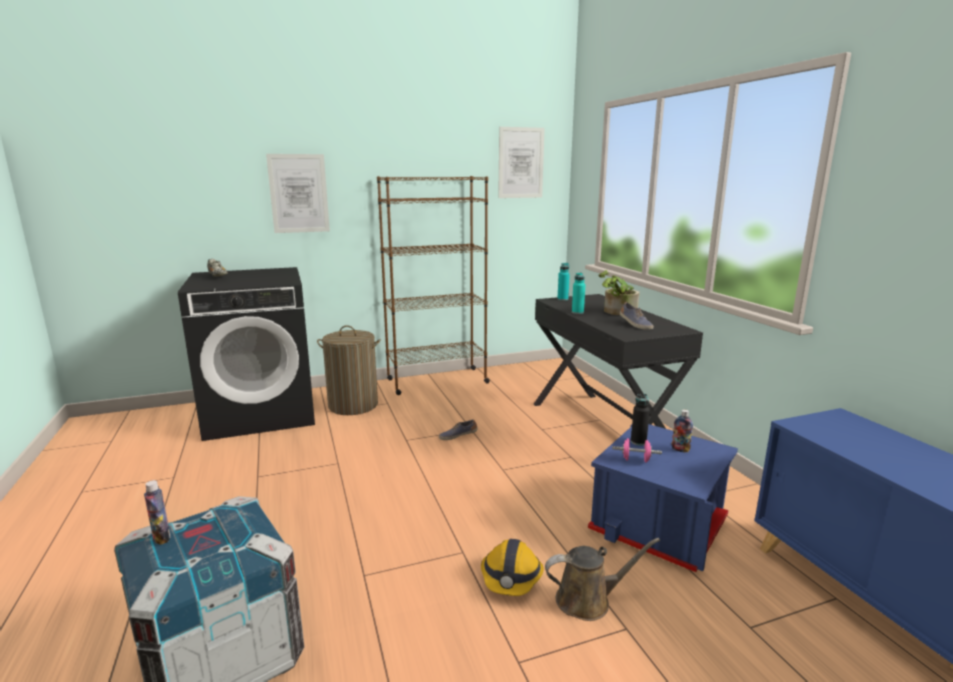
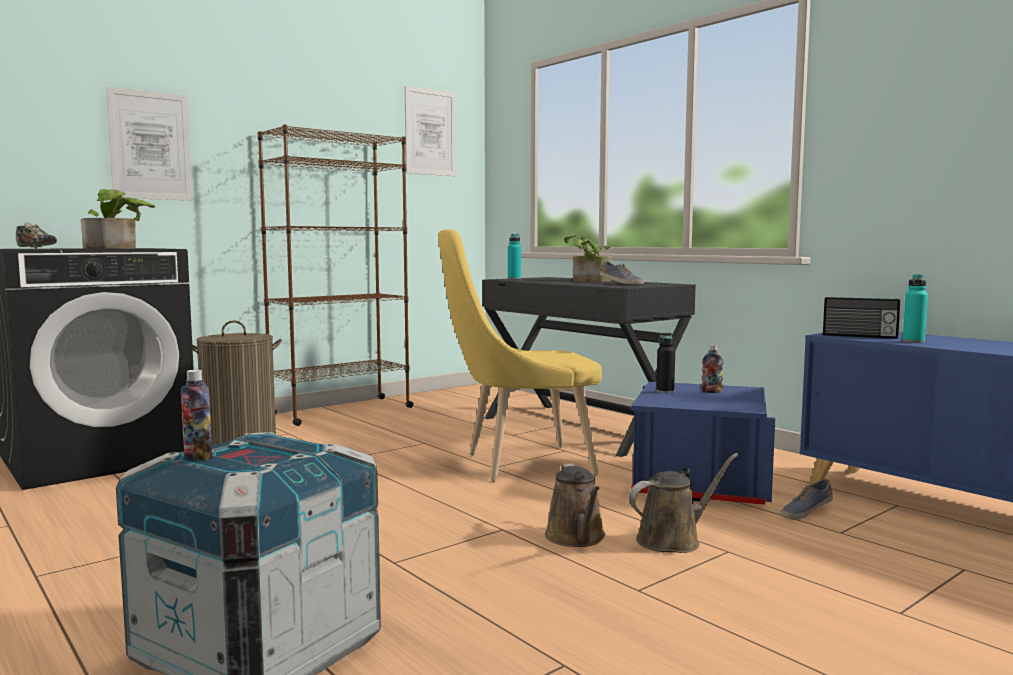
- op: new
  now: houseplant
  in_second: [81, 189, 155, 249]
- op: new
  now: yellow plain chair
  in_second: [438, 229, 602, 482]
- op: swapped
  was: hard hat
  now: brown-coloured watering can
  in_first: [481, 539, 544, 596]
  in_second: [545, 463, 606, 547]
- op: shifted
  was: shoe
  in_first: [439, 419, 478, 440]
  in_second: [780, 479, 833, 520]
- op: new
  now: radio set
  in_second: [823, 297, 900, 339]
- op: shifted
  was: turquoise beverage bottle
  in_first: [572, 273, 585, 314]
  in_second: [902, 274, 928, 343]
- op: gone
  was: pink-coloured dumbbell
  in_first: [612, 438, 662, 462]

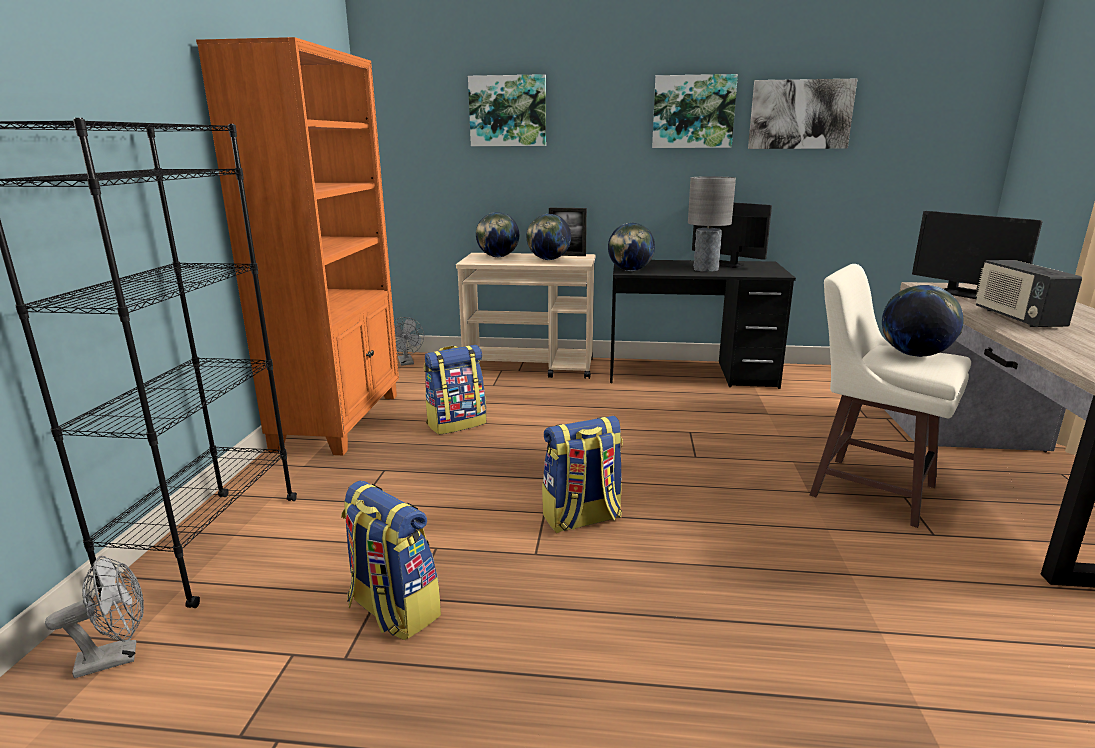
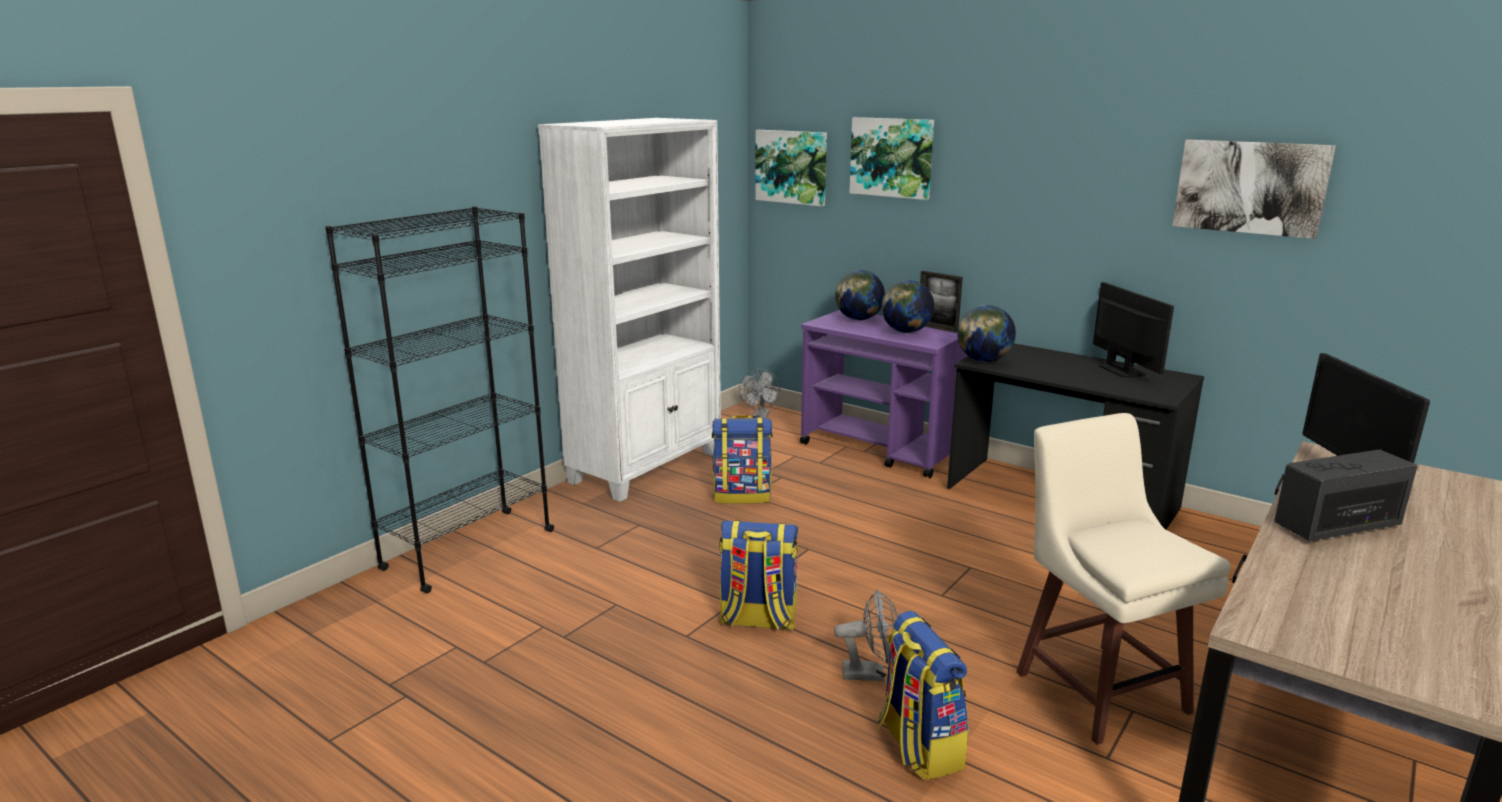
- op: repainted
  was: orange shelving unit
  now: white-coloured shelving unit
  in_first: [196, 37, 399, 455]
  in_second: [538, 118, 721, 502]
- op: shifted
  was: picture
  in_first: [652, 74, 738, 148]
  in_second: [755, 130, 827, 206]
- op: repainted
  was: beige-coloured cart
  now: purple-coloured cart
  in_first: [456, 253, 595, 379]
  in_second: [800, 310, 968, 478]
- op: shifted
  was: grey fan
  in_first: [45, 556, 144, 678]
  in_second: [834, 590, 898, 681]
- op: shifted
  was: backpack
  in_first: [341, 481, 441, 640]
  in_second: [878, 611, 968, 781]
- op: rotated
  was: radio set
  in_first: [976, 260, 1082, 327]
  in_second: [1274, 449, 1418, 541]
  clockwise: 45
- op: gone
  was: grey tabletop lamp
  in_first: [688, 176, 736, 272]
- op: gone
  was: desk globe
  in_first: [882, 285, 964, 357]

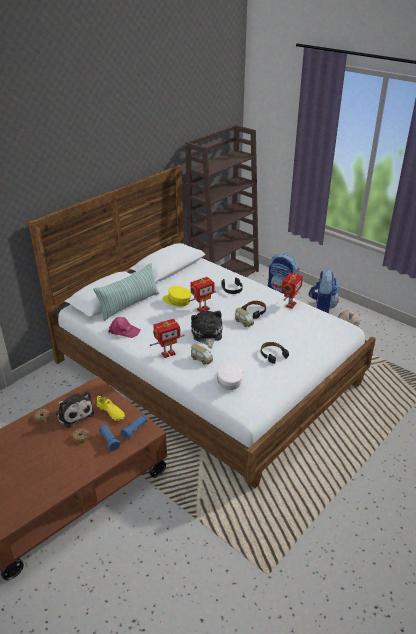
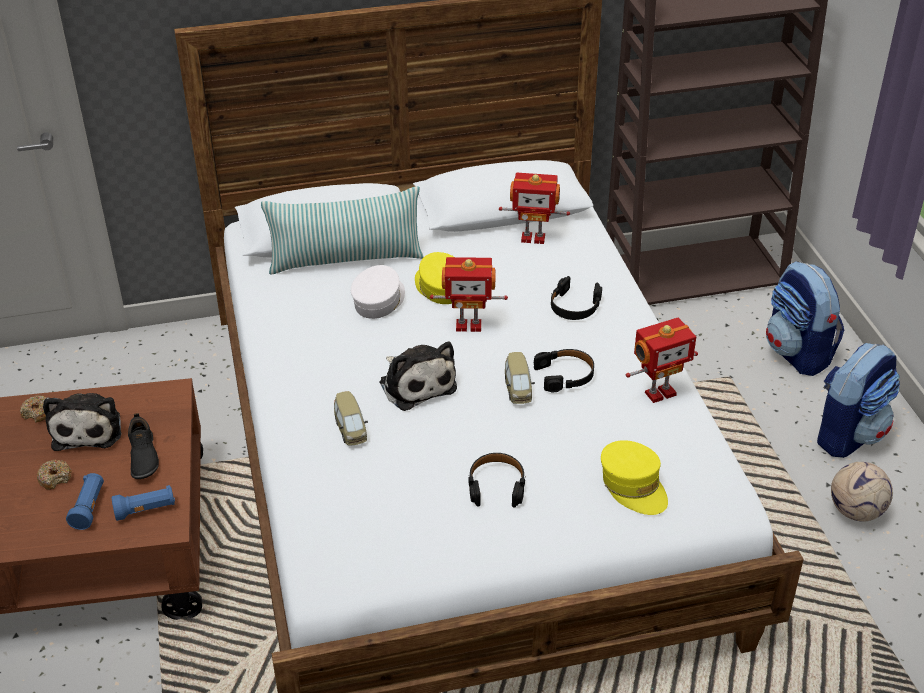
- op: repainted
  was: yellow shoe
  now: black shoe
  in_first: [97, 395, 125, 421]
  in_second: [128, 413, 159, 479]
- op: shifted
  was: white-coloured cap
  in_first: [217, 361, 243, 390]
  in_second: [351, 265, 405, 319]
- op: rotated
  was: cuddly toy
  in_first: [191, 310, 223, 349]
  in_second: [380, 341, 457, 411]
  clockwise: 120
- op: shifted
  was: toy robot
  in_first: [150, 319, 184, 358]
  in_second: [499, 173, 570, 244]
- op: new
  now: yellow cap
  in_second: [601, 440, 668, 515]
- op: gone
  was: pink-coloured cap
  in_first: [108, 317, 140, 338]

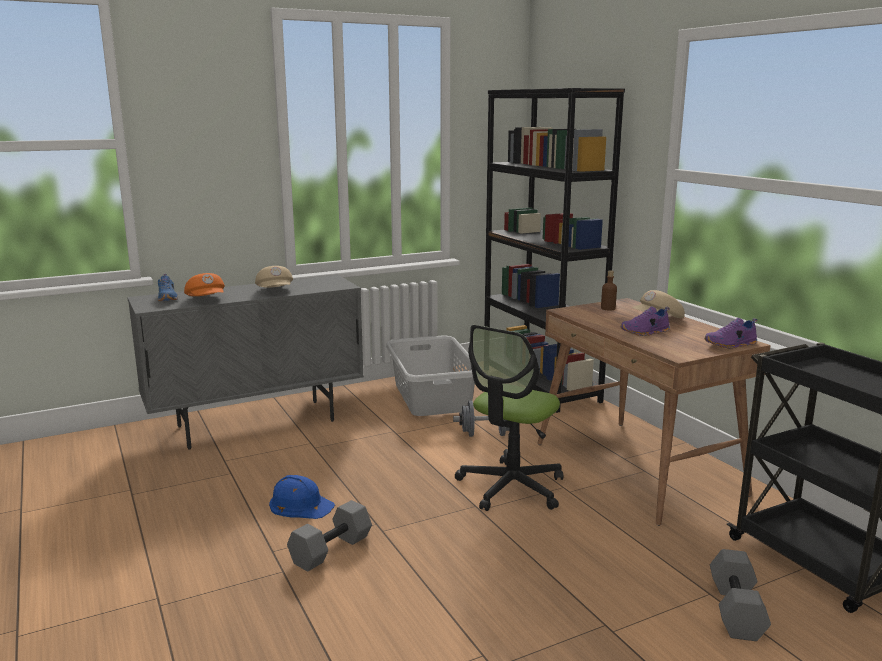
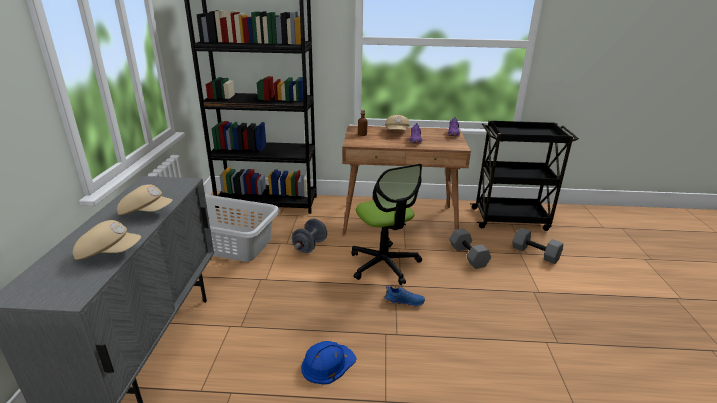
- op: repainted
  was: orange cap
  now: beige-coloured cap
  in_first: [184, 273, 225, 296]
  in_second: [73, 220, 141, 260]
- op: shifted
  was: blue-coloured shoe
  in_first: [158, 274, 178, 301]
  in_second: [384, 286, 425, 307]
- op: shifted
  was: grey dumbbell
  in_first: [287, 500, 372, 572]
  in_second: [449, 228, 491, 269]

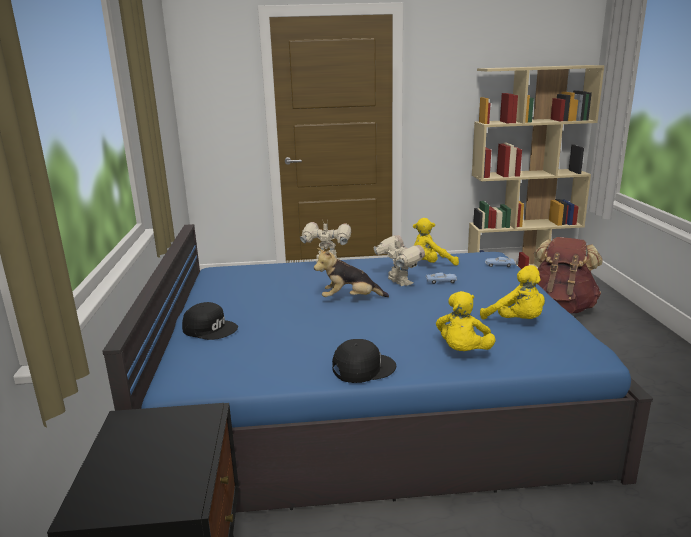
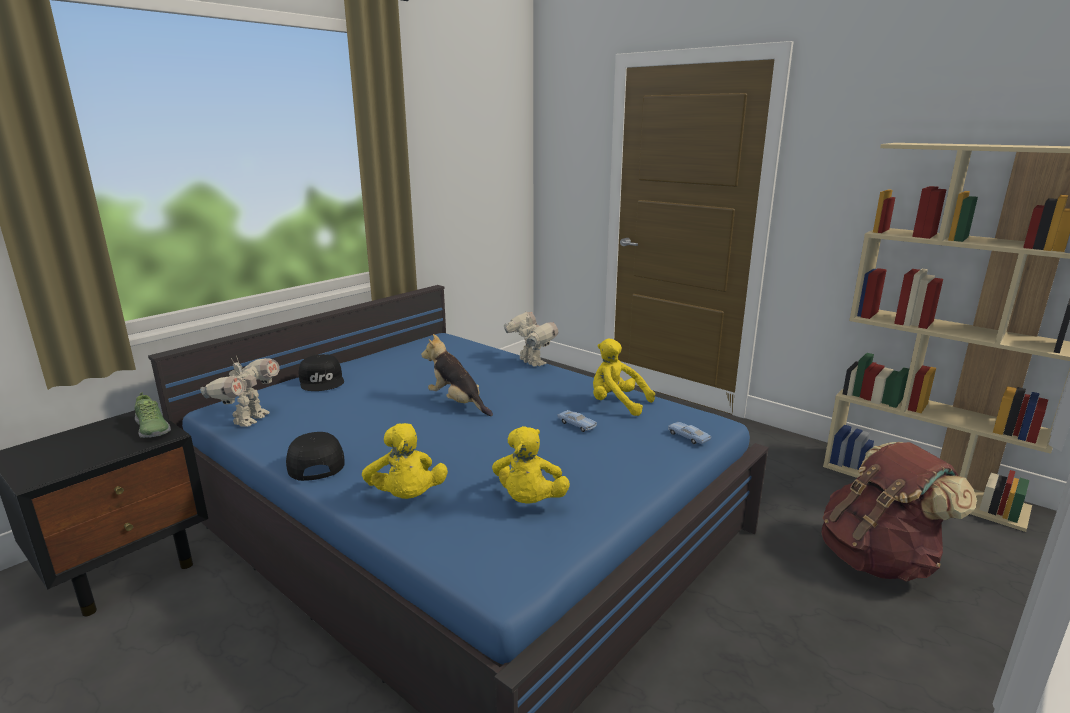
- op: new
  now: shoe
  in_second: [134, 392, 171, 438]
- op: shifted
  was: toy robot
  in_first: [374, 235, 425, 286]
  in_second: [200, 356, 280, 427]
- op: rotated
  was: black cap
  in_first: [332, 339, 396, 383]
  in_second: [286, 432, 345, 481]
  clockwise: -135
- op: rotated
  was: yellow cuddly toy
  in_first: [436, 291, 496, 351]
  in_second: [362, 423, 448, 499]
  clockwise: -90

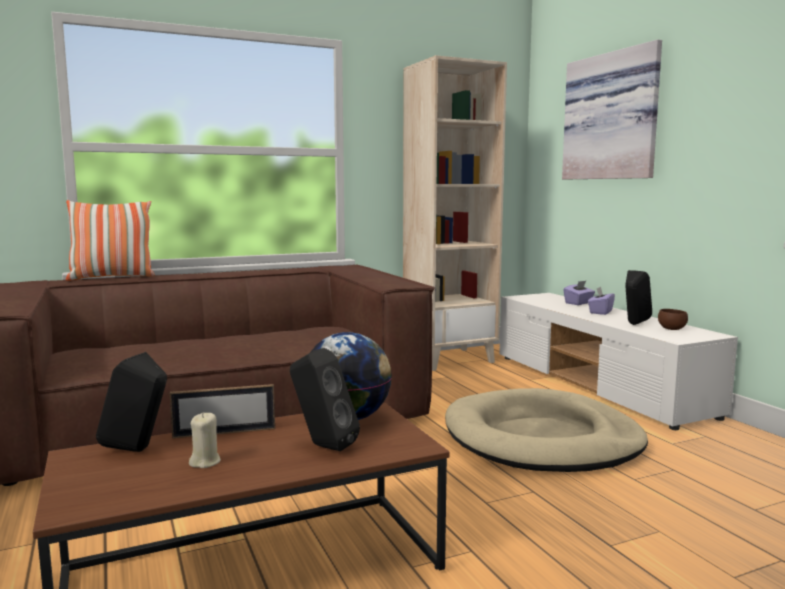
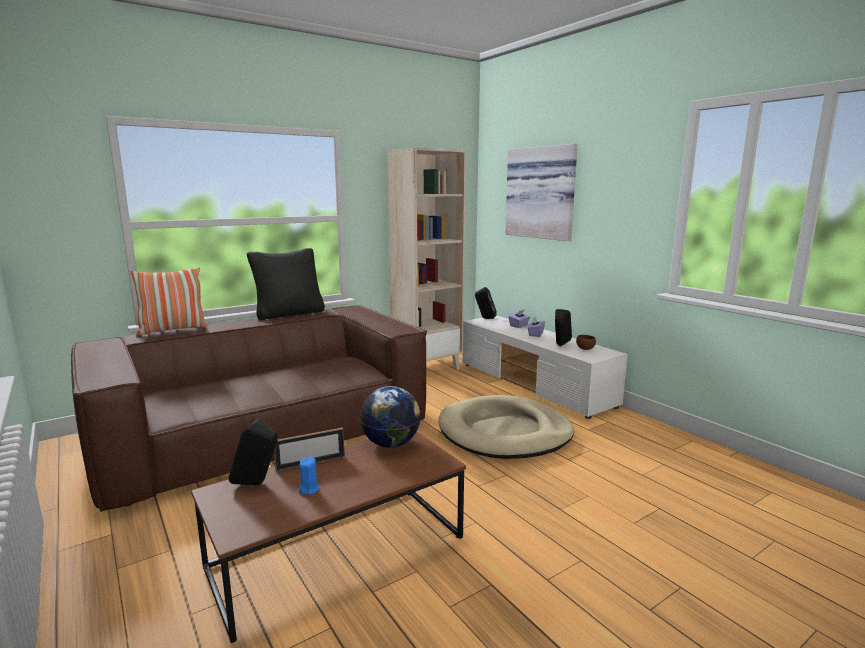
- op: new
  now: black throw pillow
  in_second: [247, 248, 325, 320]
- op: repainted
  was: beige-coloured wax light
  now: blue-coloured wax light
  in_first: [189, 413, 221, 468]
  in_second: [299, 457, 319, 495]
- op: shifted
  was: black speaker
  in_first: [290, 348, 360, 451]
  in_second: [475, 287, 497, 319]

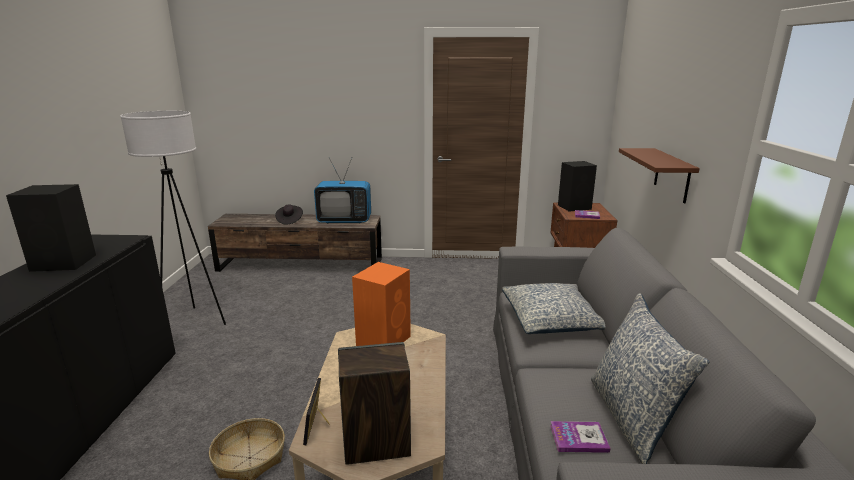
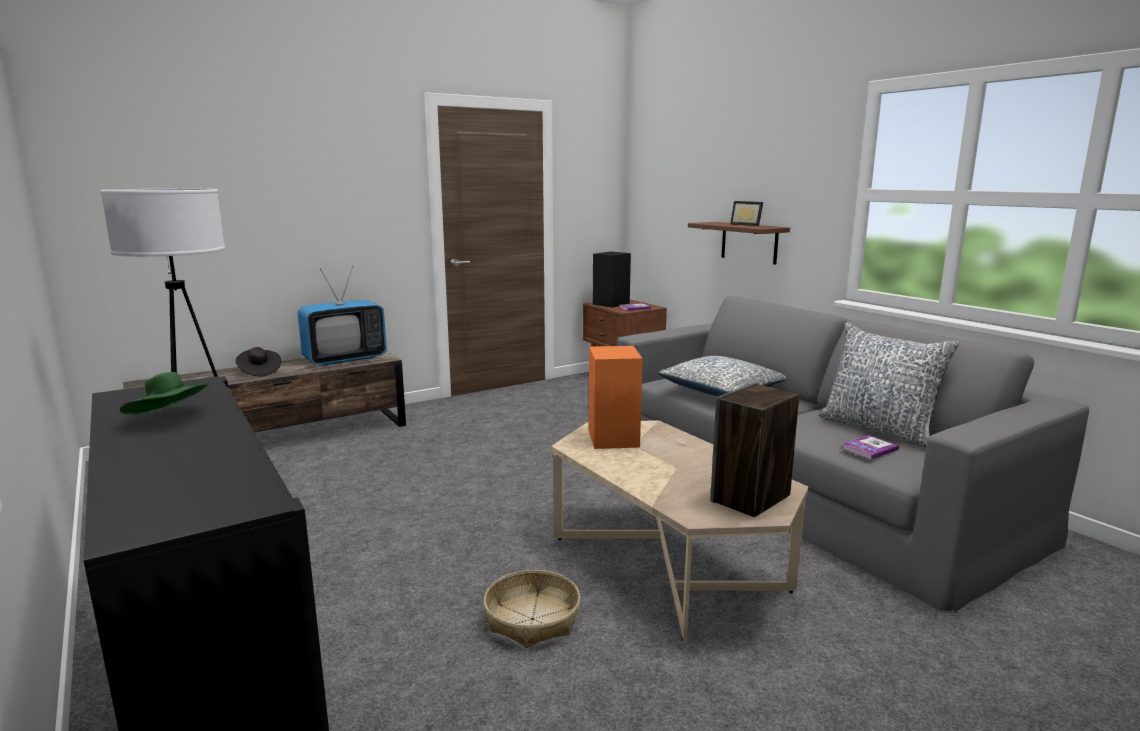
- op: swapped
  was: black speaker
  now: green-coloured wearable hat
  in_first: [6, 184, 96, 272]
  in_second: [120, 372, 209, 415]
- op: shifted
  was: standing frame
  in_first: [303, 378, 330, 445]
  in_second: [730, 201, 763, 226]

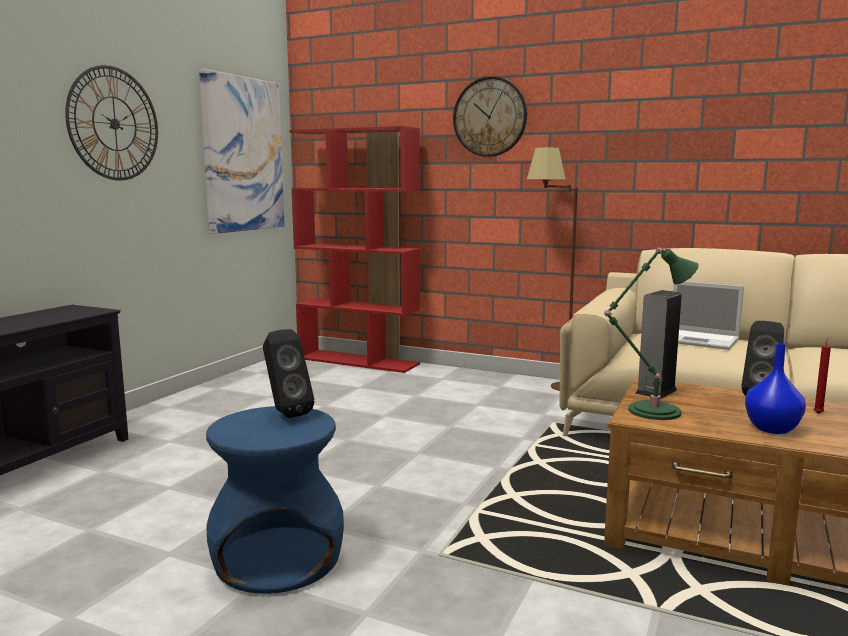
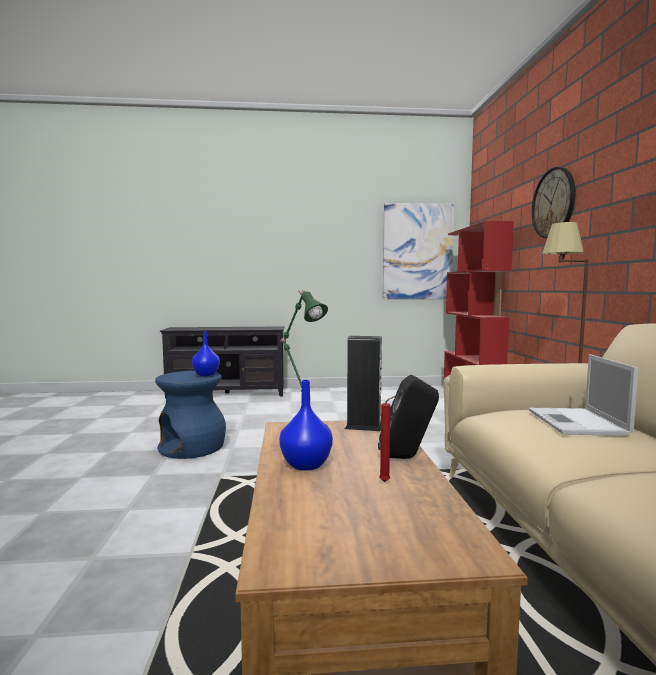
- op: swapped
  was: black speaker
  now: blue-coloured flower vase
  in_first: [263, 329, 315, 418]
  in_second: [192, 331, 220, 376]
- op: gone
  was: clock on the wall
  in_first: [65, 65, 158, 180]

